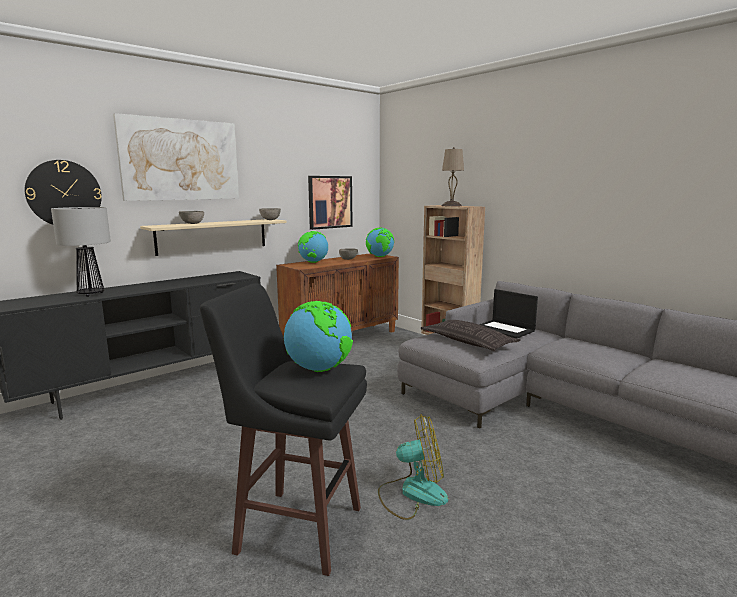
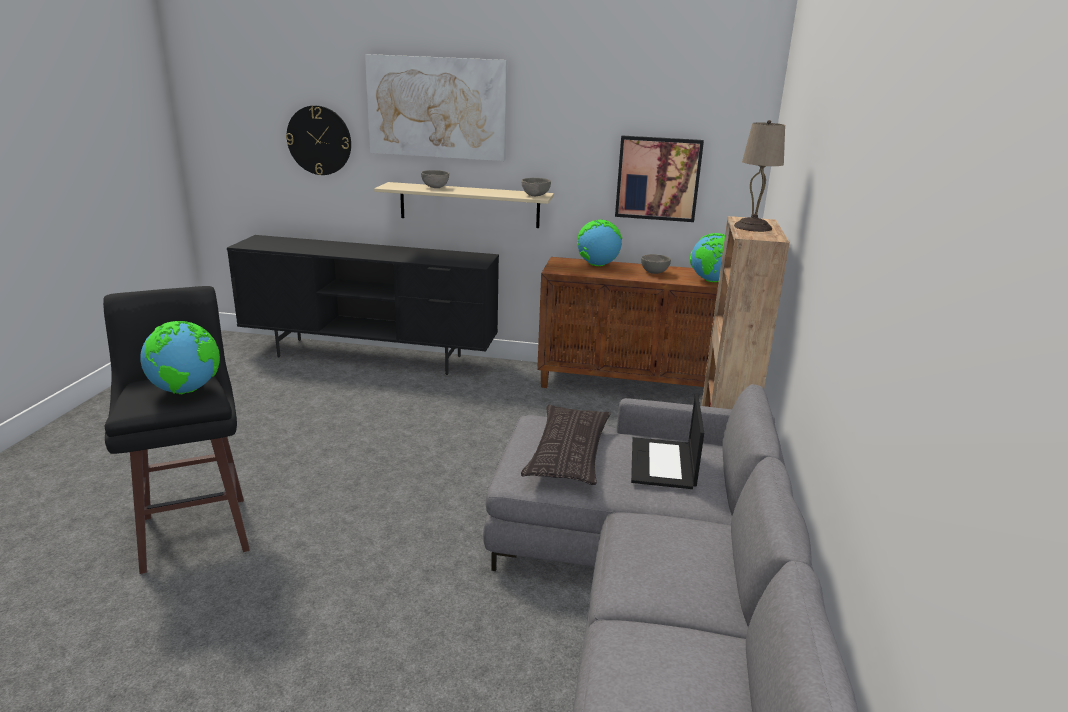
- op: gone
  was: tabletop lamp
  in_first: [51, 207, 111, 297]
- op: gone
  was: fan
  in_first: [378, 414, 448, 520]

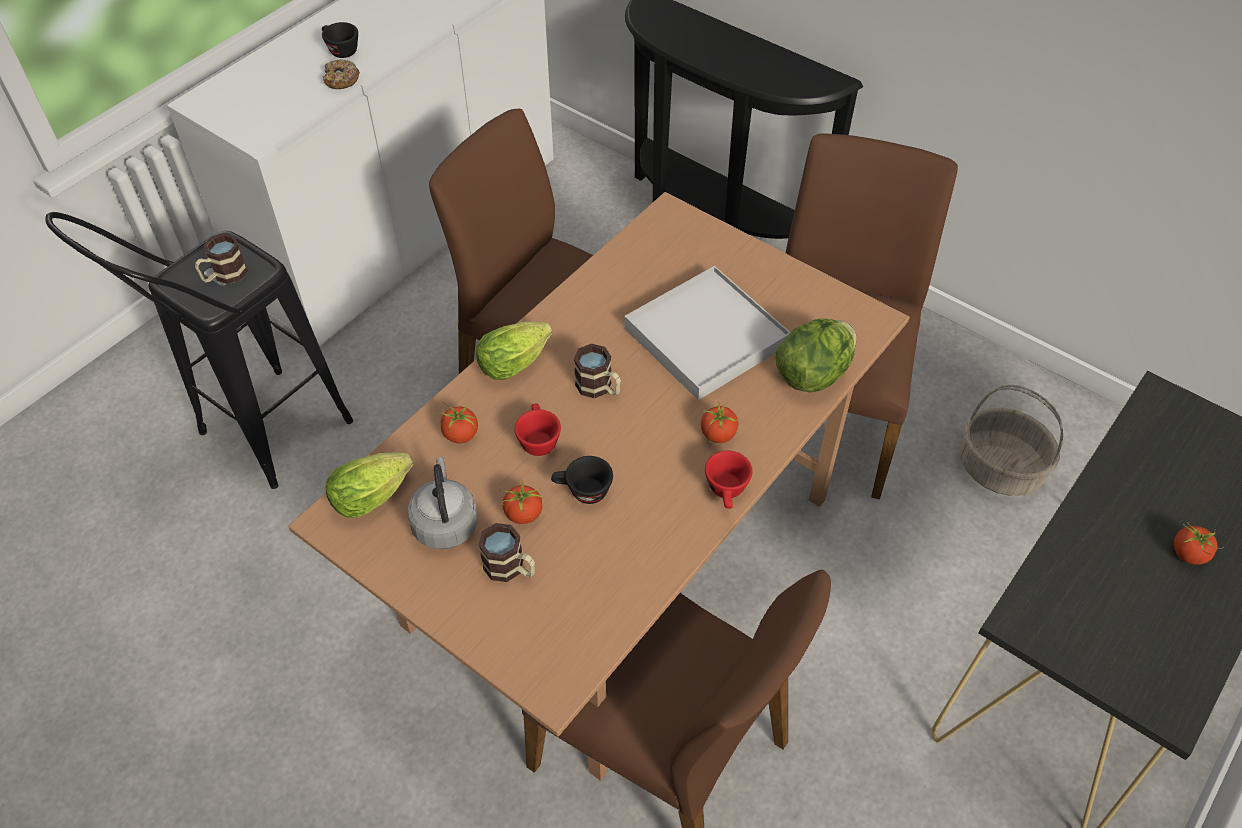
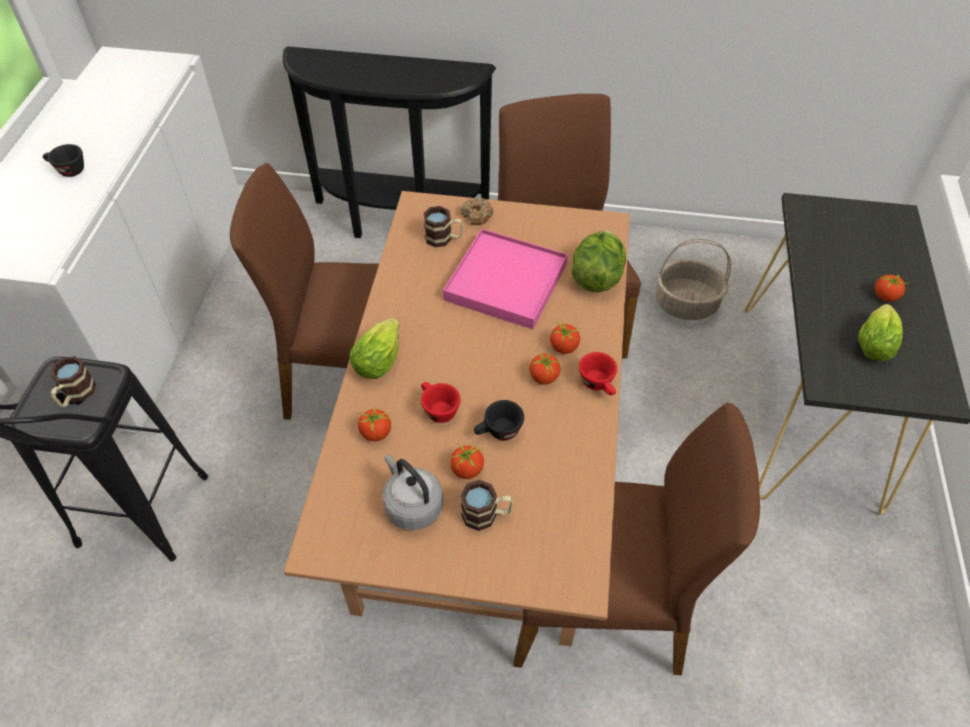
- op: shifted
  was: tea mug
  in_first: [574, 344, 621, 398]
  in_second: [423, 206, 463, 247]
- op: repainted
  was: white-coloured carrying tray
  now: pink-coloured carrying tray
  in_first: [625, 266, 790, 400]
  in_second: [443, 229, 568, 329]
- op: shifted
  was: ring doughnut
  in_first: [323, 59, 360, 89]
  in_second: [461, 197, 493, 225]
- op: new
  now: fresh tomato
  in_second: [529, 346, 561, 385]
- op: shifted
  was: lettuce head
  in_first: [326, 452, 413, 518]
  in_second: [858, 304, 903, 361]

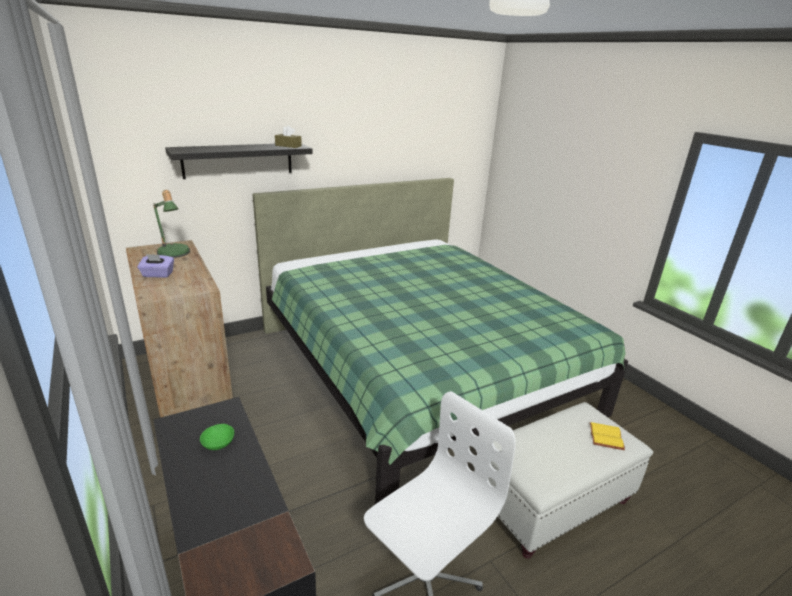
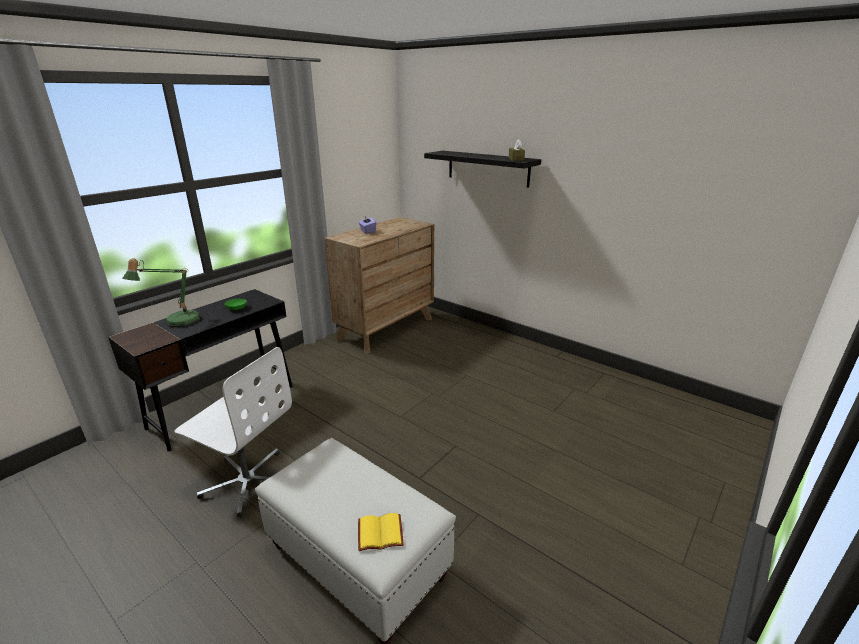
- op: shifted
  was: tabletop lamp
  in_first: [153, 190, 190, 258]
  in_second: [122, 258, 201, 327]
- op: gone
  was: green-coloured sleeping bed
  in_first: [253, 178, 628, 504]

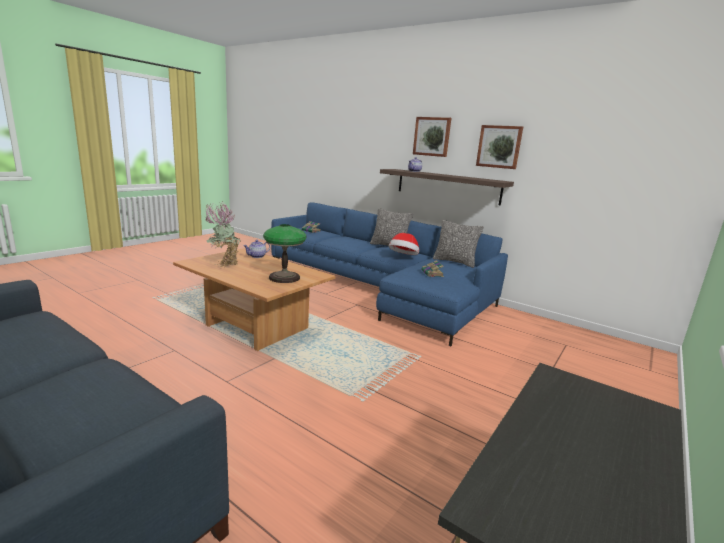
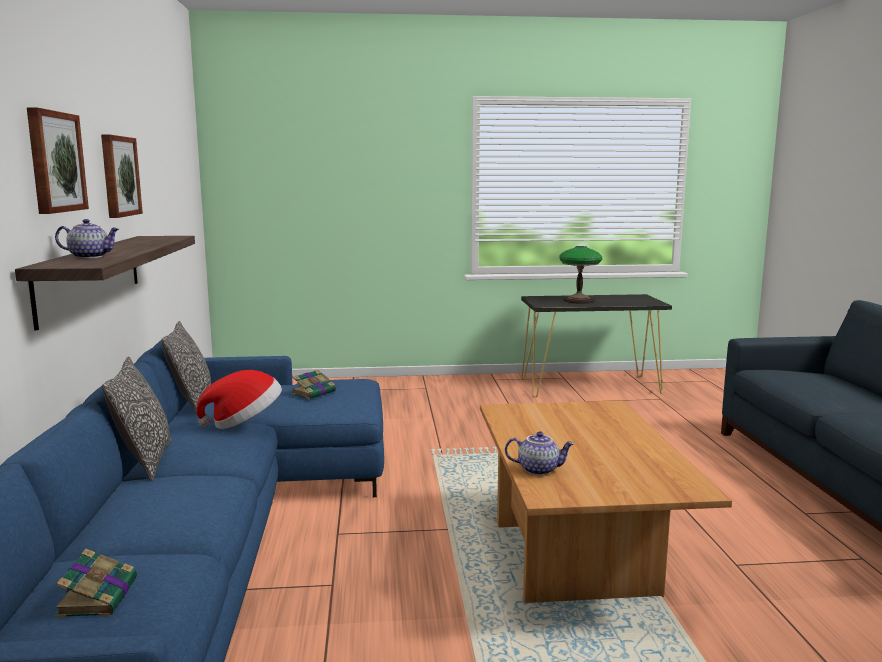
- op: shifted
  was: tabletop lamp
  in_first: [263, 224, 306, 283]
  in_second: [559, 246, 602, 304]
- op: gone
  was: houseplant
  in_first: [205, 202, 241, 267]

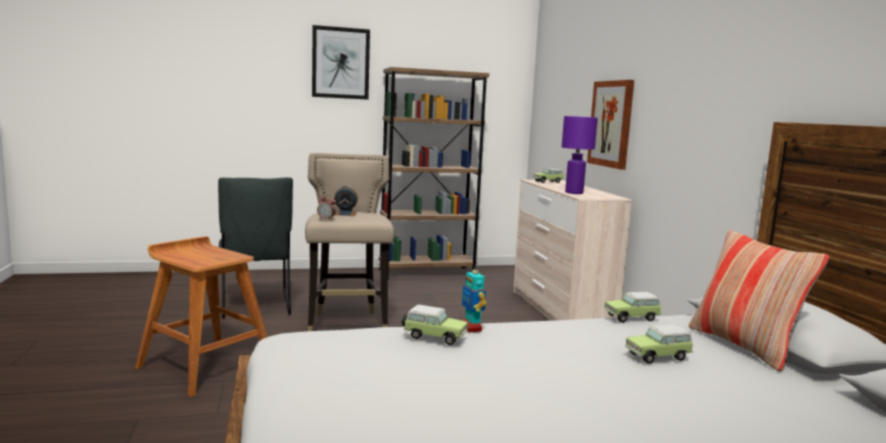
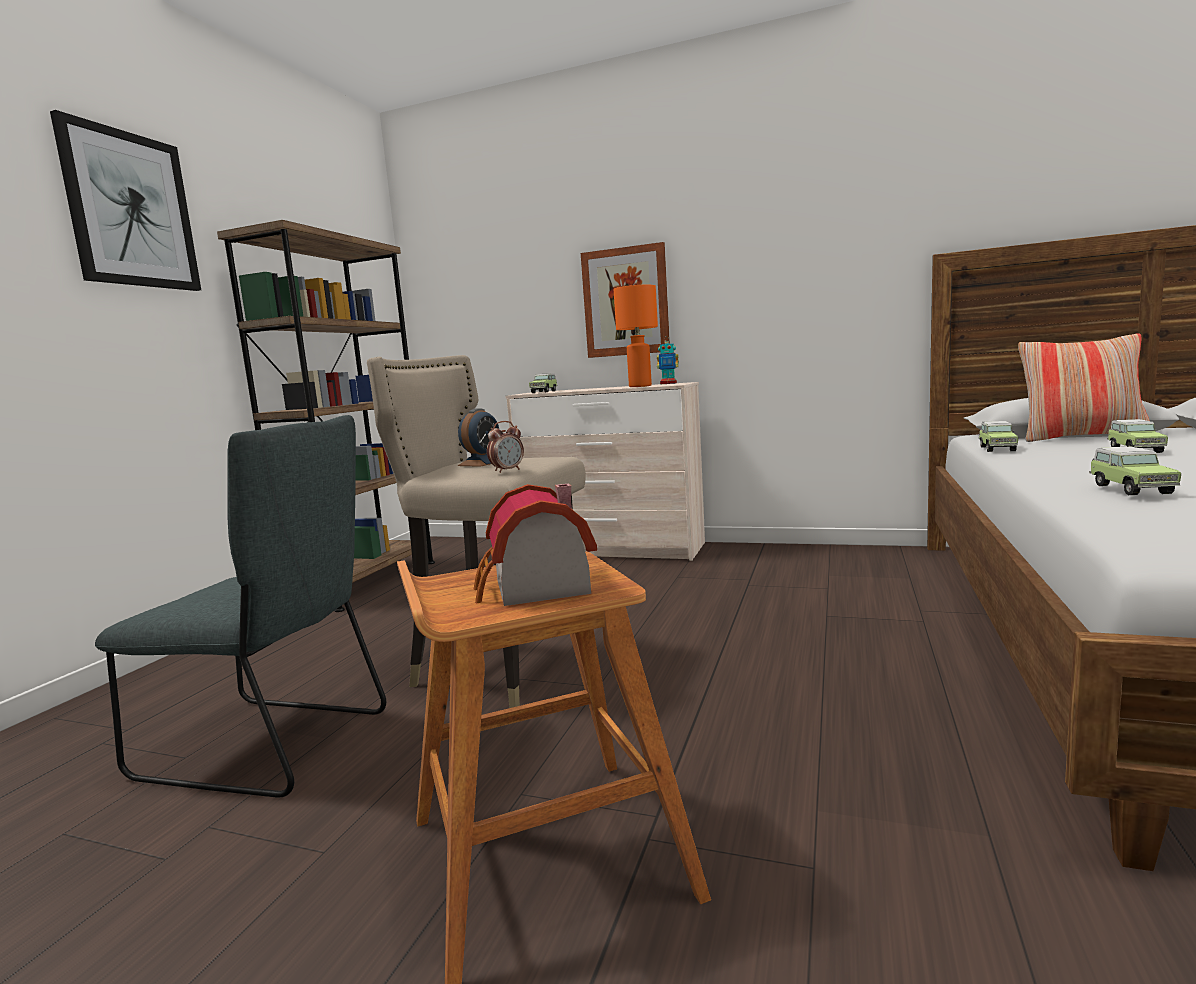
- op: new
  now: miniature house
  in_second: [473, 484, 597, 606]
- op: repainted
  was: purple-coloured tabletop lamp
  now: orange tabletop lamp
  in_first: [562, 116, 598, 194]
  in_second: [613, 285, 658, 387]
- op: shifted
  was: toy robot
  in_first: [462, 263, 487, 333]
  in_second: [657, 336, 679, 384]
- op: rotated
  was: toy car
  in_first: [402, 305, 468, 345]
  in_second: [1089, 447, 1181, 495]
  clockwise: 135

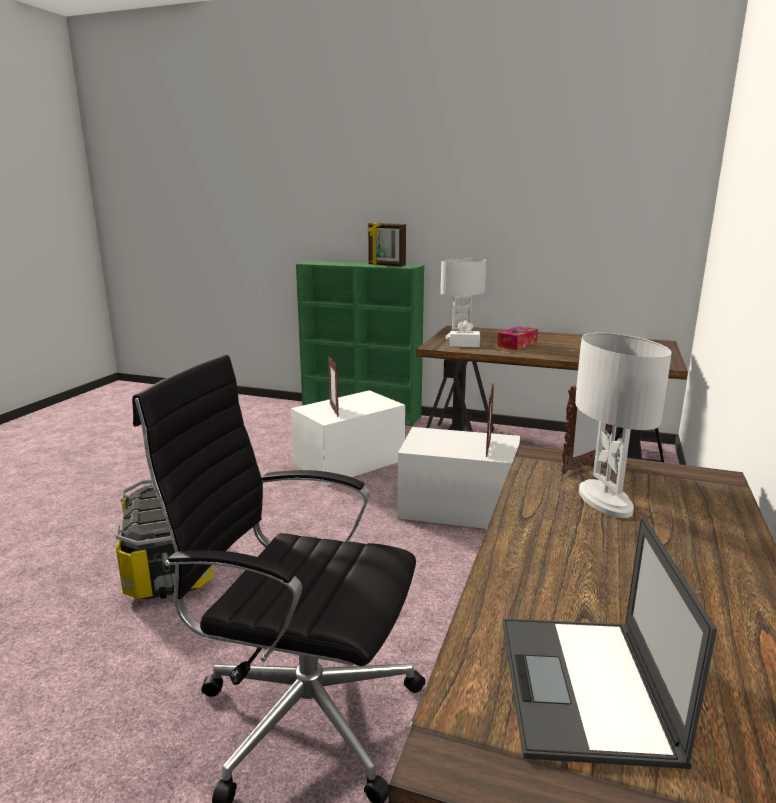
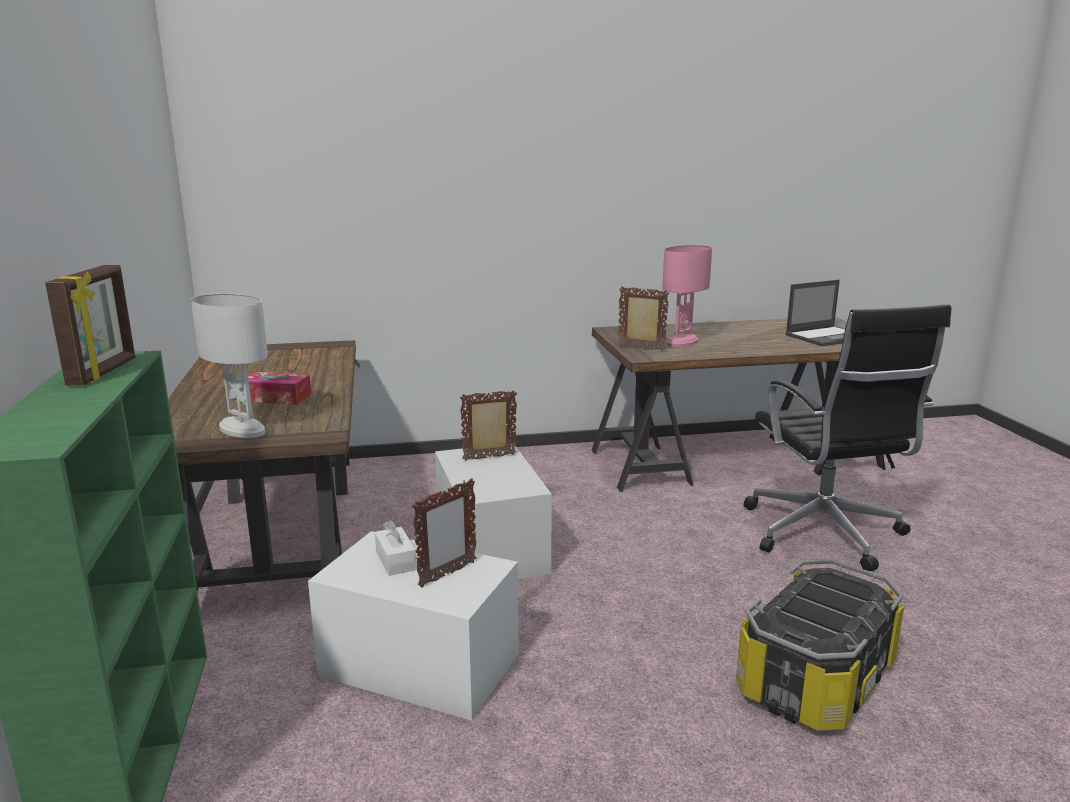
- op: shifted
  was: white-coloured box of tissues
  in_first: [450, 320, 480, 347]
  in_second: [375, 520, 416, 576]
- op: repainted
  was: white-coloured tabletop lamp
  now: pink-coloured tabletop lamp
  in_first: [575, 333, 672, 518]
  in_second: [662, 245, 712, 347]

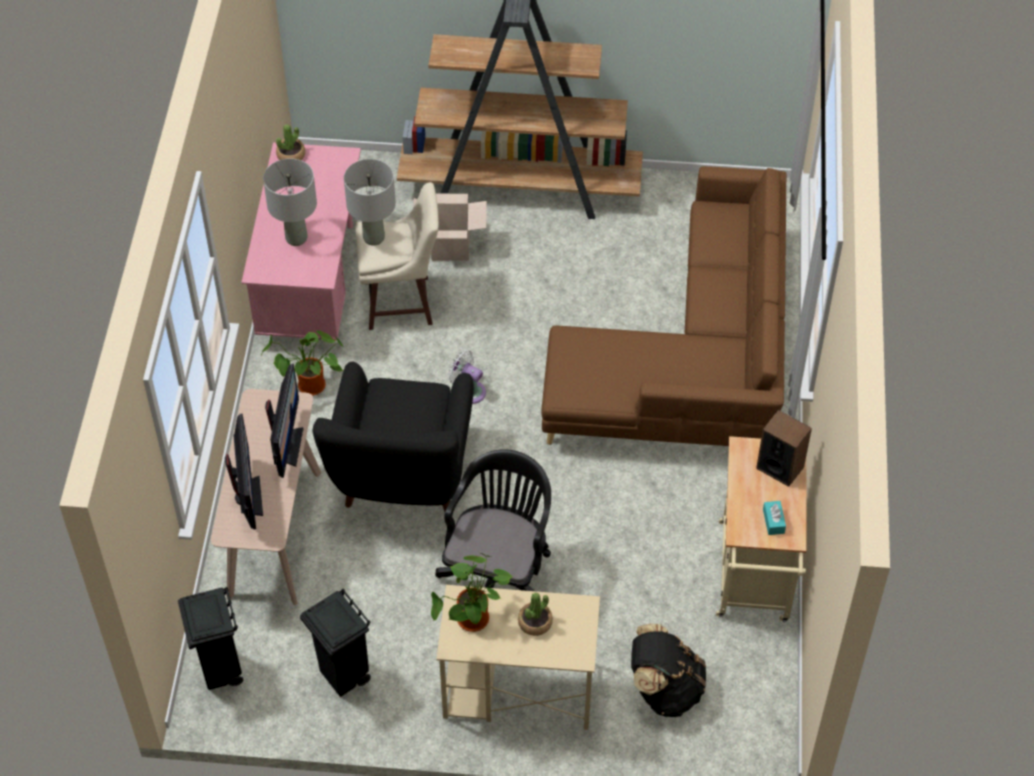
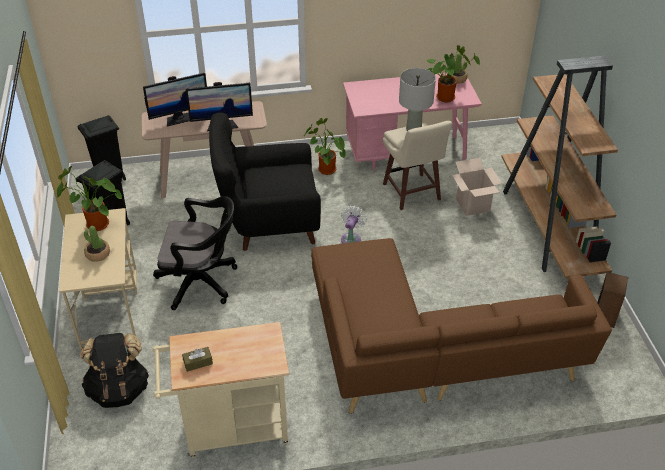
- op: repainted
  was: turquoise box of tissues
  now: brown-coloured box of tissues
  in_first: [763, 501, 786, 535]
  in_second: [182, 347, 213, 372]
- op: new
  now: houseplant
  in_second: [426, 45, 480, 102]
- op: shifted
  was: speaker
  in_first: [756, 410, 812, 487]
  in_second: [597, 272, 628, 328]
- op: gone
  was: grey tabletop lamp
  in_first: [263, 158, 317, 246]

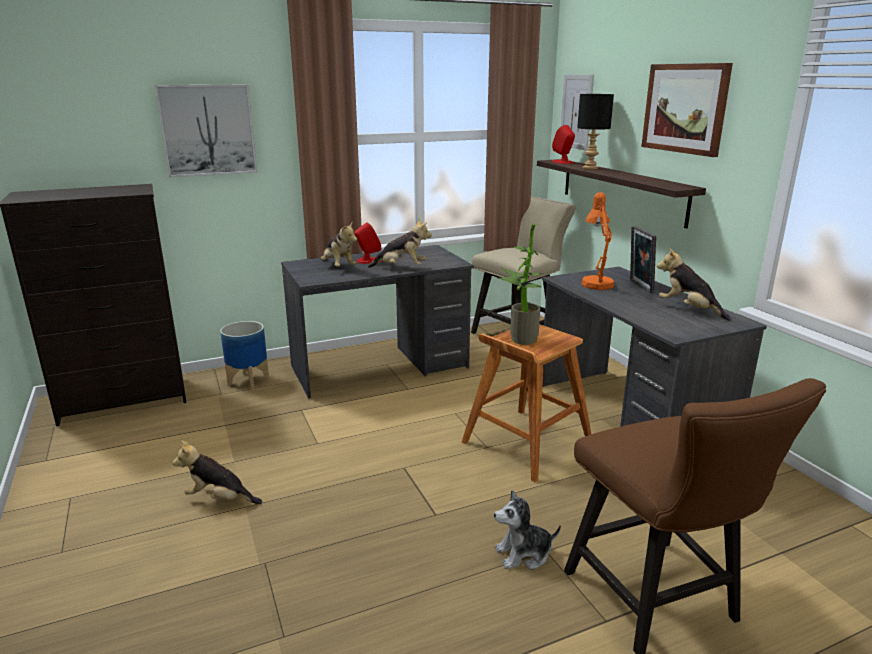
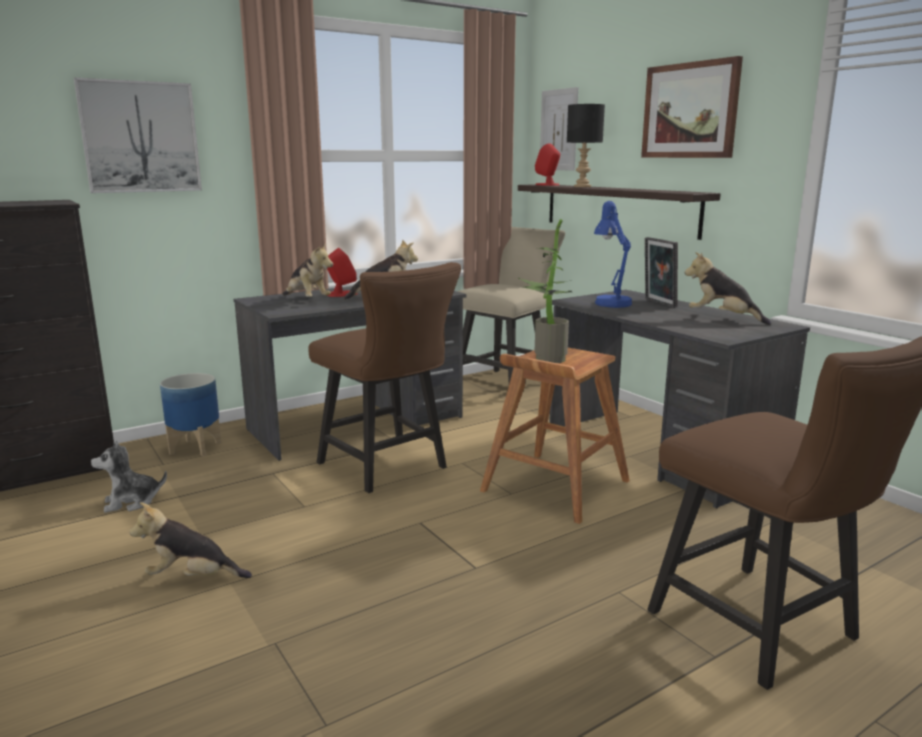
- op: shifted
  was: cuddly toy
  in_first: [494, 490, 561, 570]
  in_second: [91, 441, 167, 513]
- op: new
  now: brown-coloured plain chair
  in_second: [308, 262, 461, 493]
- op: repainted
  was: orange tabletop lamp
  now: blue-coloured tabletop lamp
  in_first: [581, 192, 614, 290]
  in_second: [594, 201, 632, 308]

